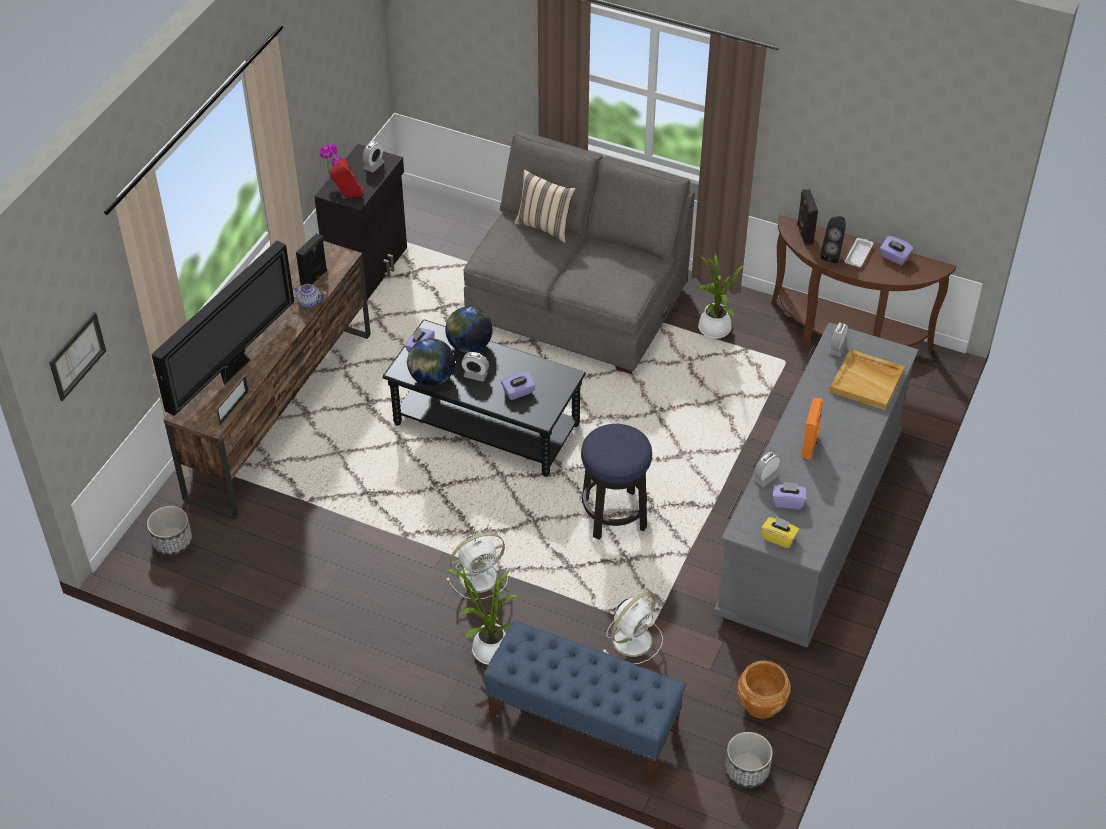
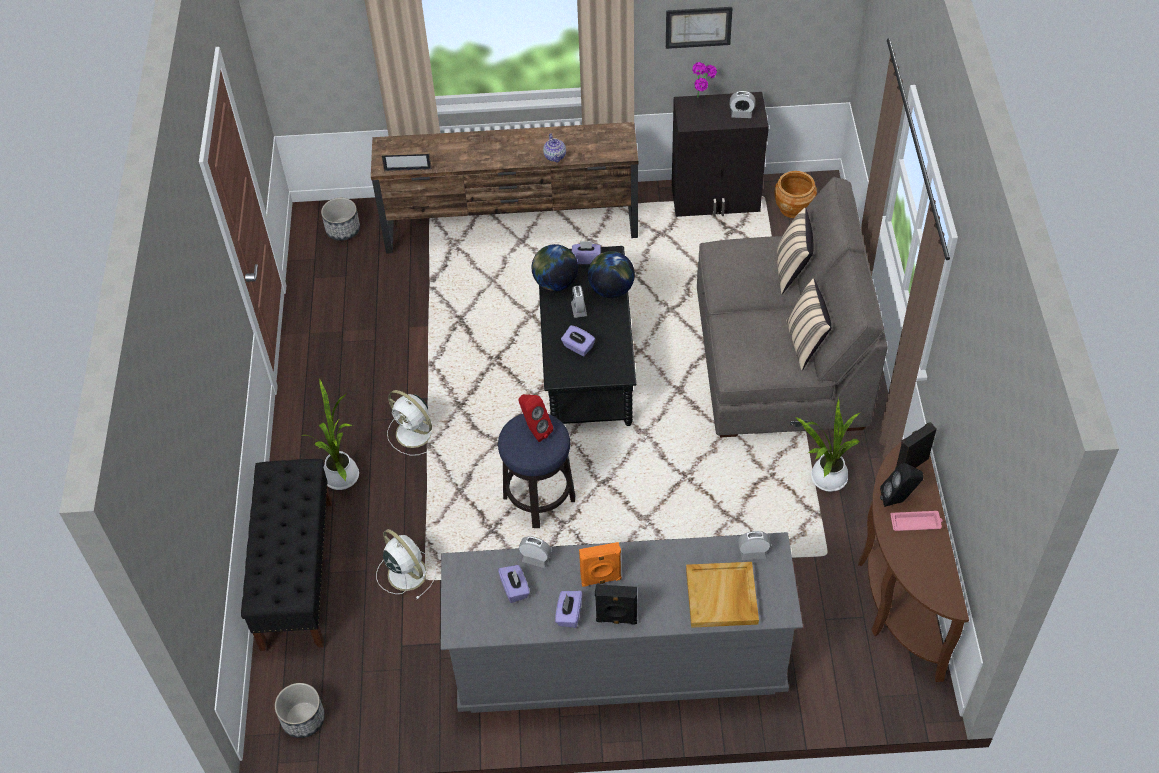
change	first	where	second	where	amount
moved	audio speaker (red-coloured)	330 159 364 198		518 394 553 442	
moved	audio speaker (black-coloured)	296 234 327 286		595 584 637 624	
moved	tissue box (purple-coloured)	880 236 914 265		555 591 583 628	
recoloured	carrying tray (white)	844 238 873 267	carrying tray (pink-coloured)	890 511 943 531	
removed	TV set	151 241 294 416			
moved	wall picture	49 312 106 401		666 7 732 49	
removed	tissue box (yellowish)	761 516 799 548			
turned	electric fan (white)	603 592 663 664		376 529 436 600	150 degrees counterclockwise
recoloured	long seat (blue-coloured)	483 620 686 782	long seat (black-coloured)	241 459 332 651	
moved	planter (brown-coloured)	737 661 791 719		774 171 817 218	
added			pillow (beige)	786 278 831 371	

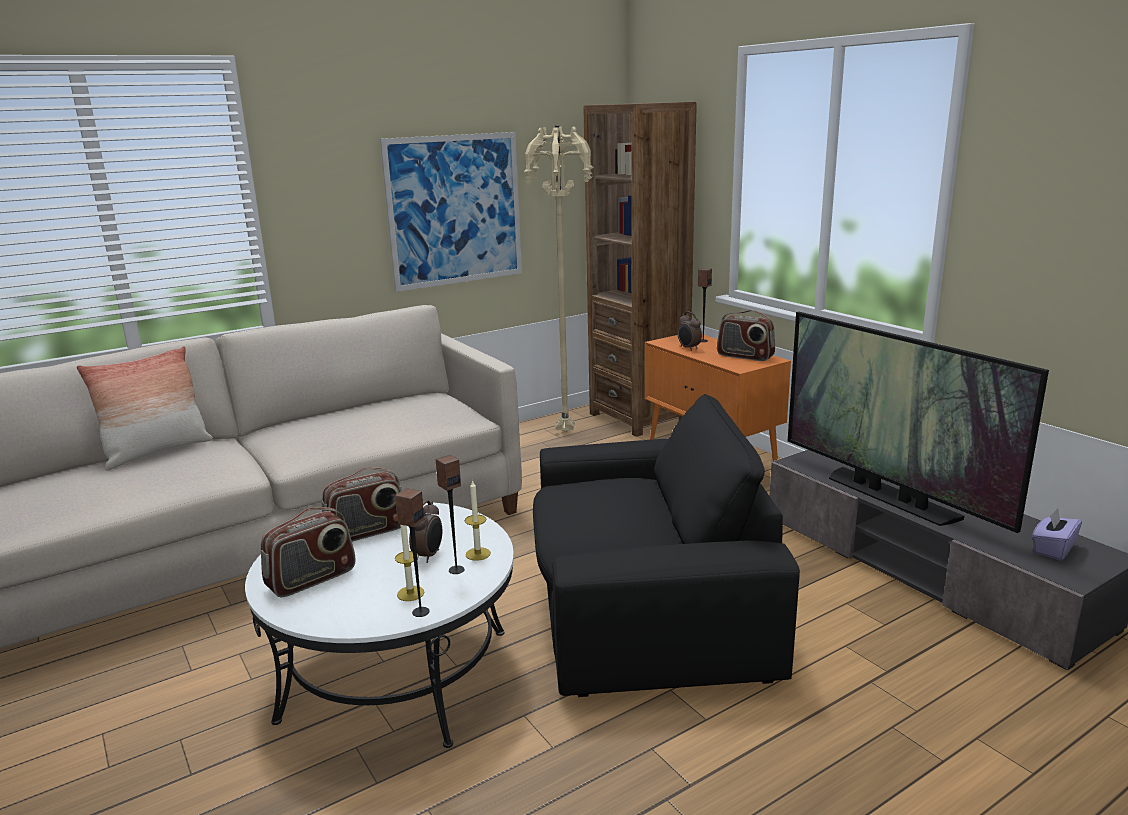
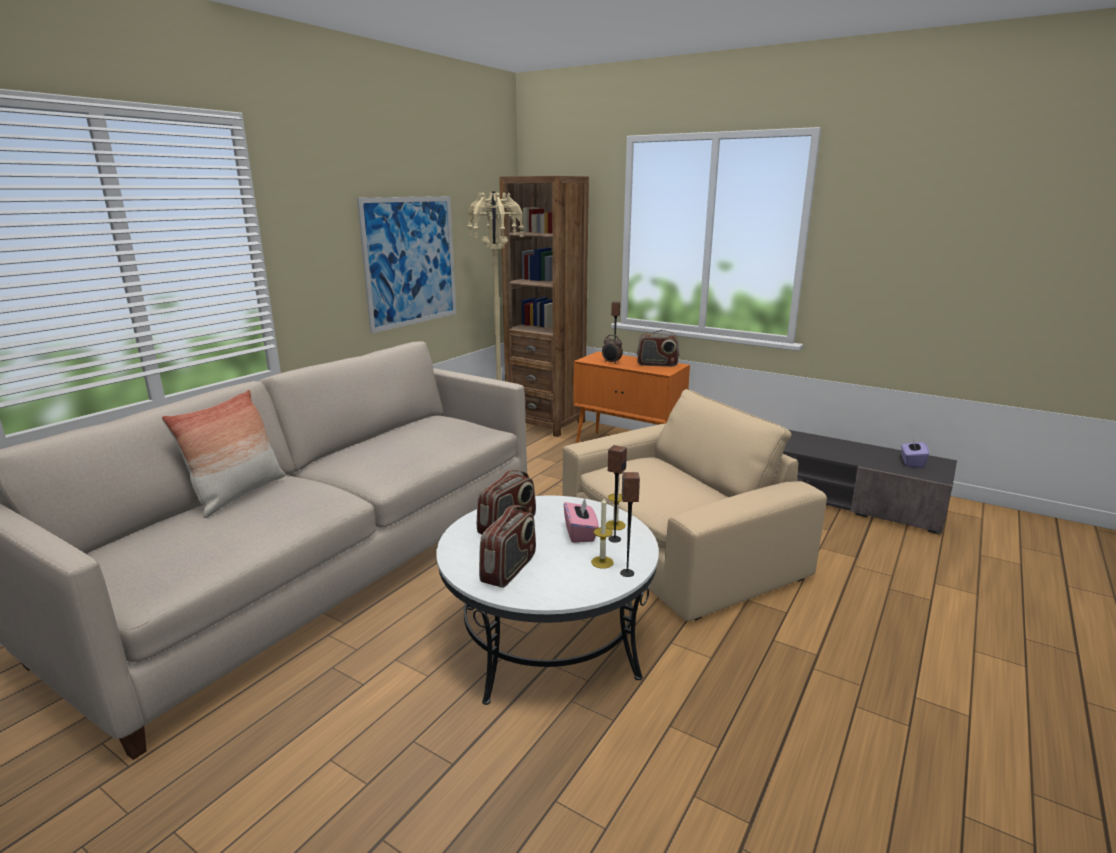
change	first	where	second	where	amount
removed	TV set	788 312 1049 533			
recoloured	easy chair (black-coloured)	533 394 800 697	easy chair (beige)	563 389 827 621	
replaced	alarm clock	409 500 442 563	tissue box (pink-coloured)	564 498 599 543	

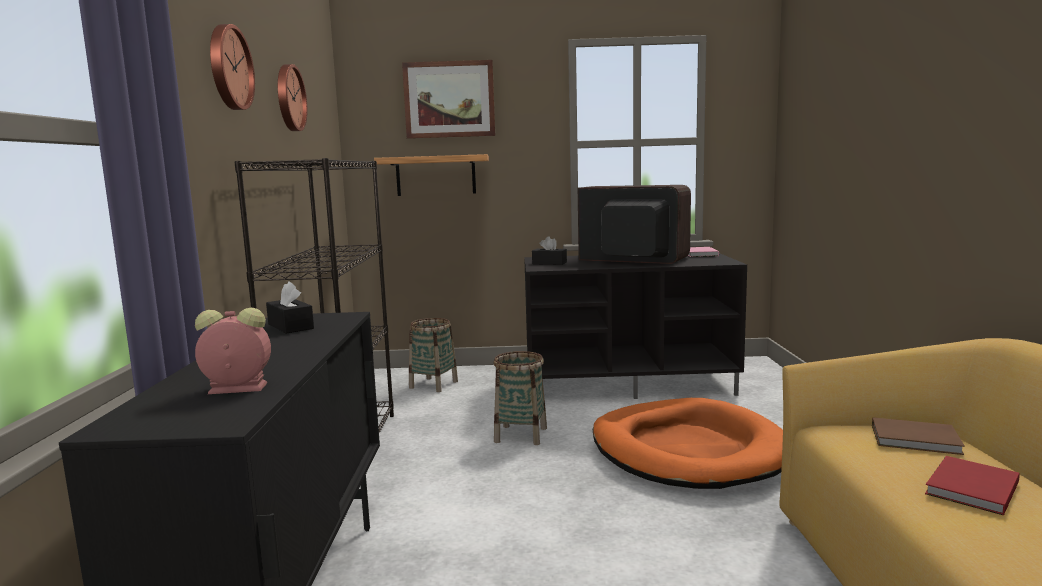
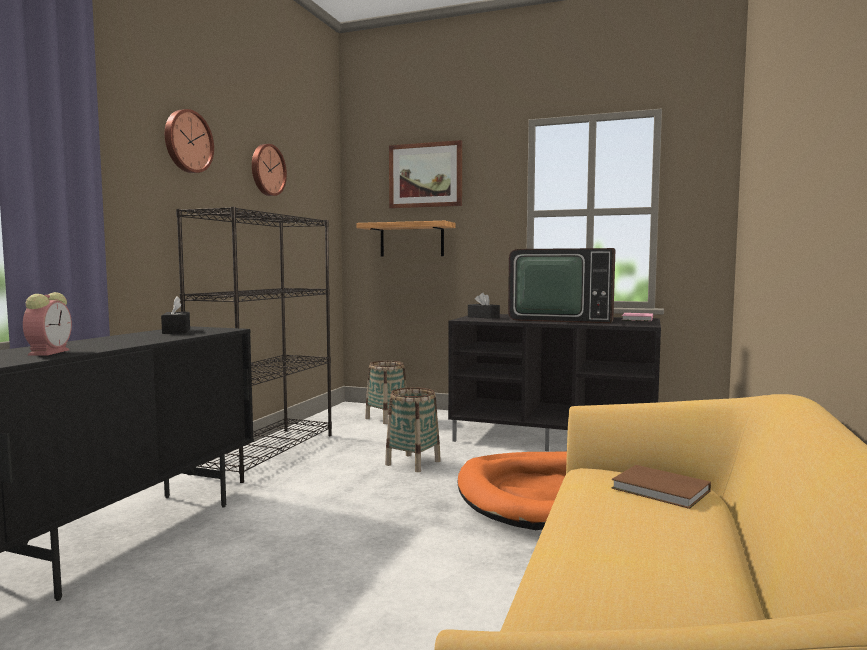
change	first	where	second	where	amount
turned	TV set	578 185 691 264		508 248 615 323	150 degrees clockwise
turned	alarm clock	195 308 271 394		23 292 72 356	75 degrees clockwise
removed	volume (red-coloured)	925 456 1020 515			

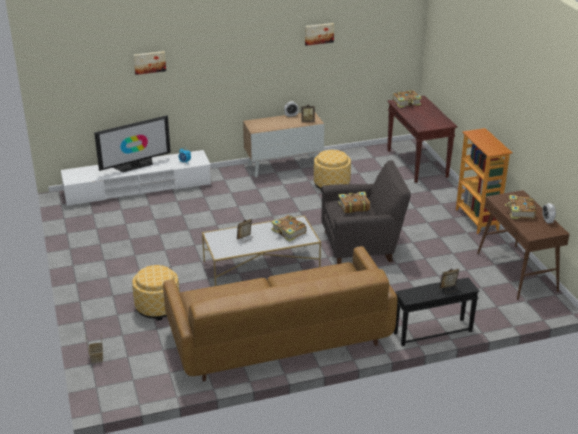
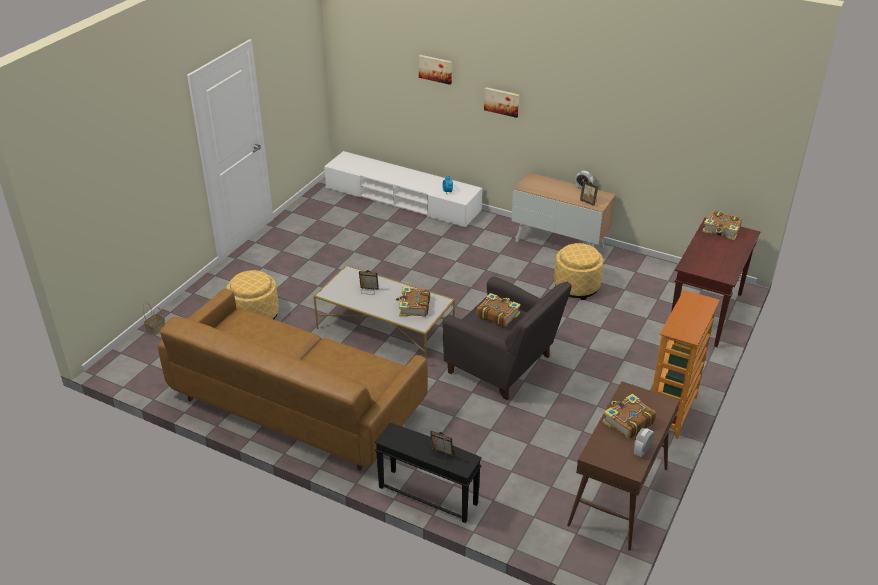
change	first	where	second	where	amount
moved	wall picture	305 23 334 46		484 87 519 118	
removed	TV set	94 115 171 172			

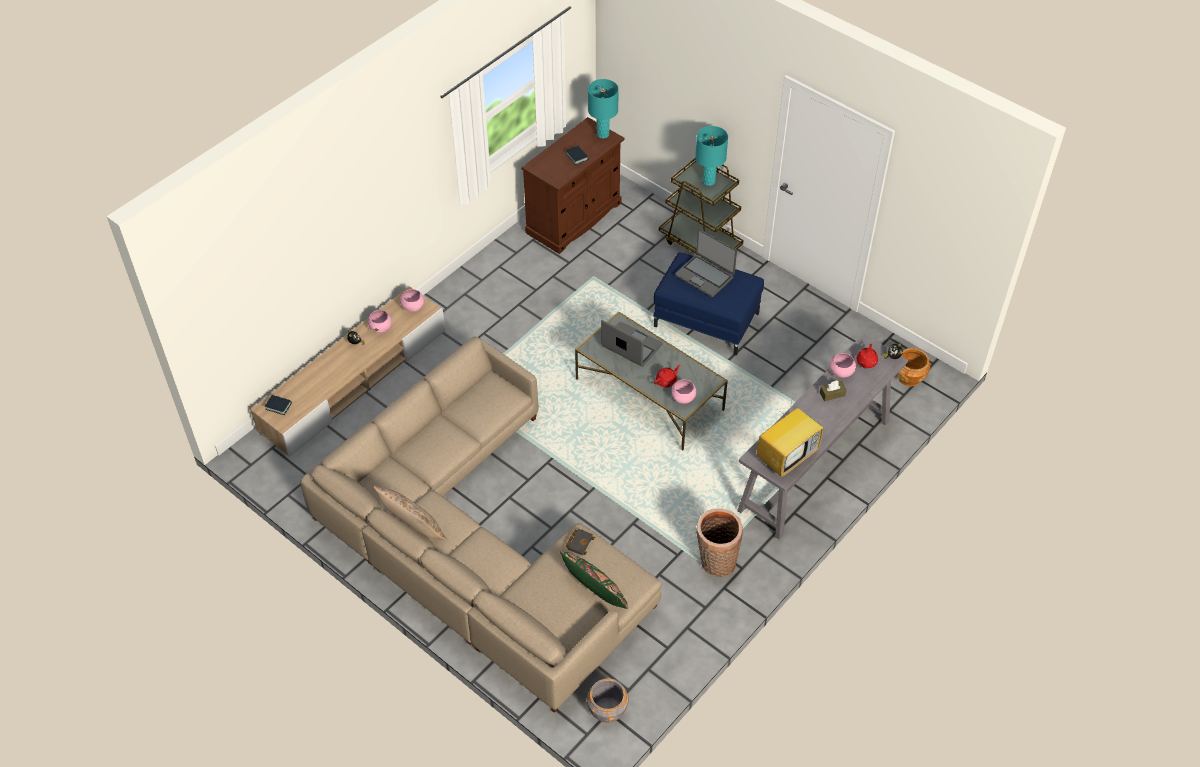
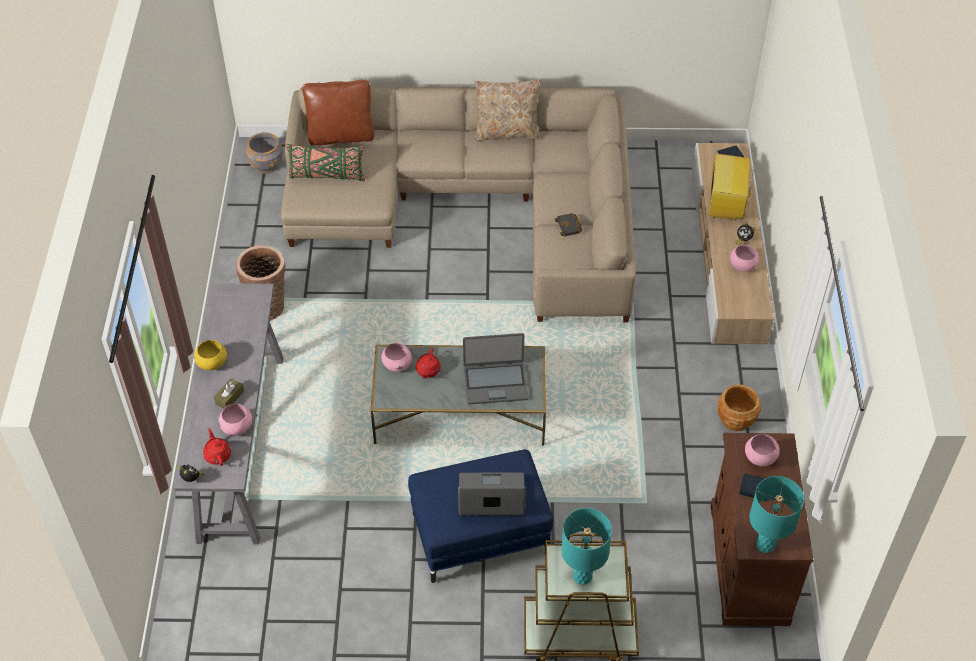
change	first	where	second	where	amount
moved	deep dish (pink-coloured)	400 289 424 312		745 434 780 466	
moved	planter (brown-coloured)	897 348 930 386		718 384 761 431	
moved	TV set	757 395 823 477		709 154 754 220	
moved	volume (black-coloured)	566 529 595 556		554 213 583 237	
added			pillow (brown-coloured)	302 80 374 146	
added			deep dish (yellowish)	194 340 227 370	

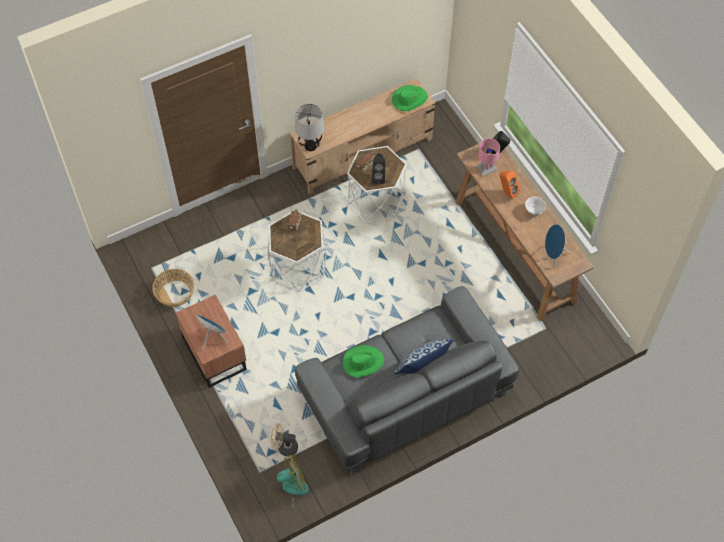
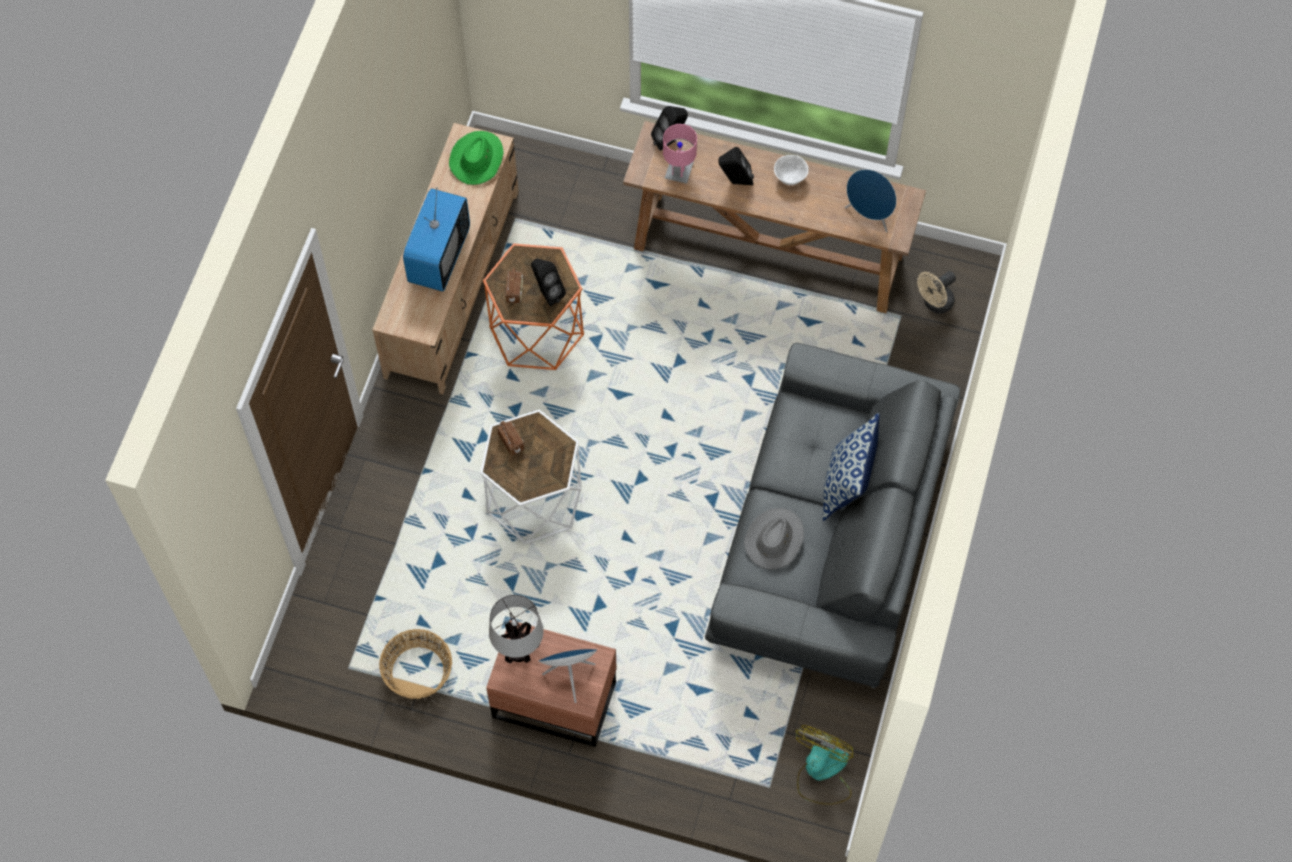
change	first	where	second	where	amount
moved	tabletop lamp	295 104 324 151		489 595 543 663	
recoloured	side table (white)	347 146 407 223	side table (orange-coloured)	483 243 584 370	
recoloured	audio speaker (orange-coloured)	500 171 520 200	audio speaker (black-coloured)	718 147 754 185	
recoloured	clothing hat (green-coloured)	343 345 384 378	clothing hat (greyish)	744 508 804 570	
moved	electric fan (beige)	270 423 298 457		917 271 956 314	
added			TV set	403 187 470 292	

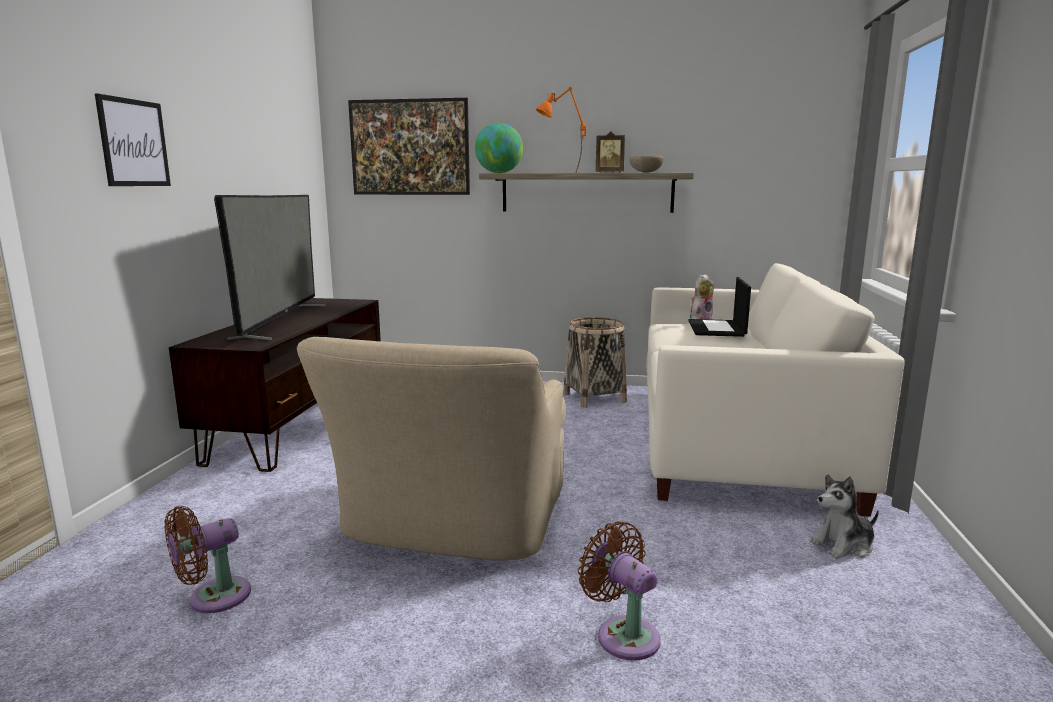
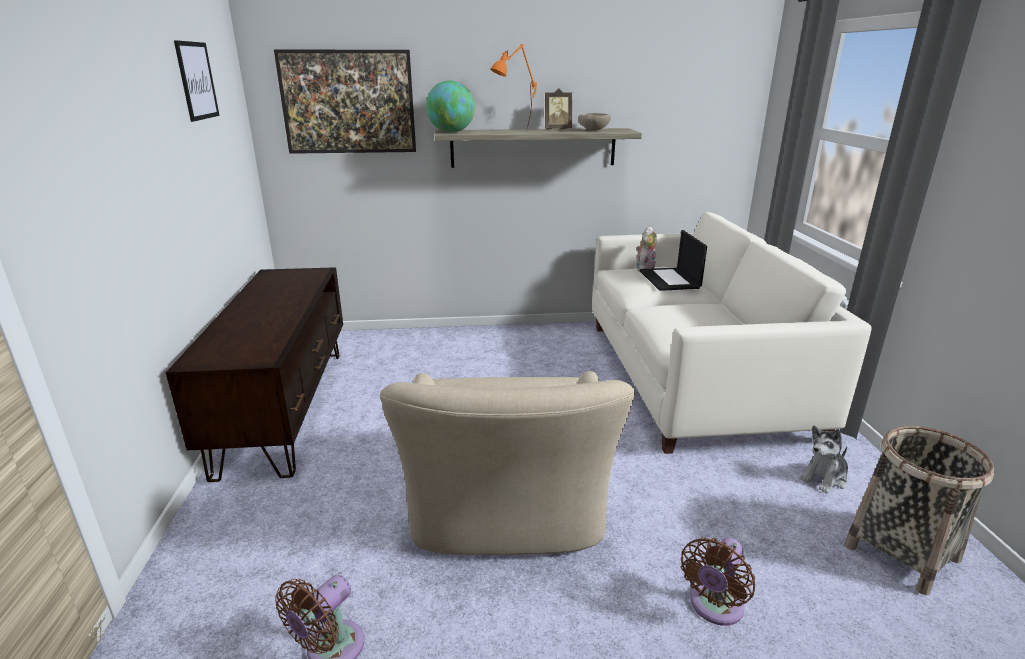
change	first	where	second	where	amount
moved	wall picture	95 93 171 186		174 40 220 122	
removed	TV set	214 195 326 340			
moved	storage basket	563 317 627 408		844 426 994 595	
turned	electric fan (brown-coloured)	578 521 661 660		681 537 755 626	90 degrees counterclockwise

